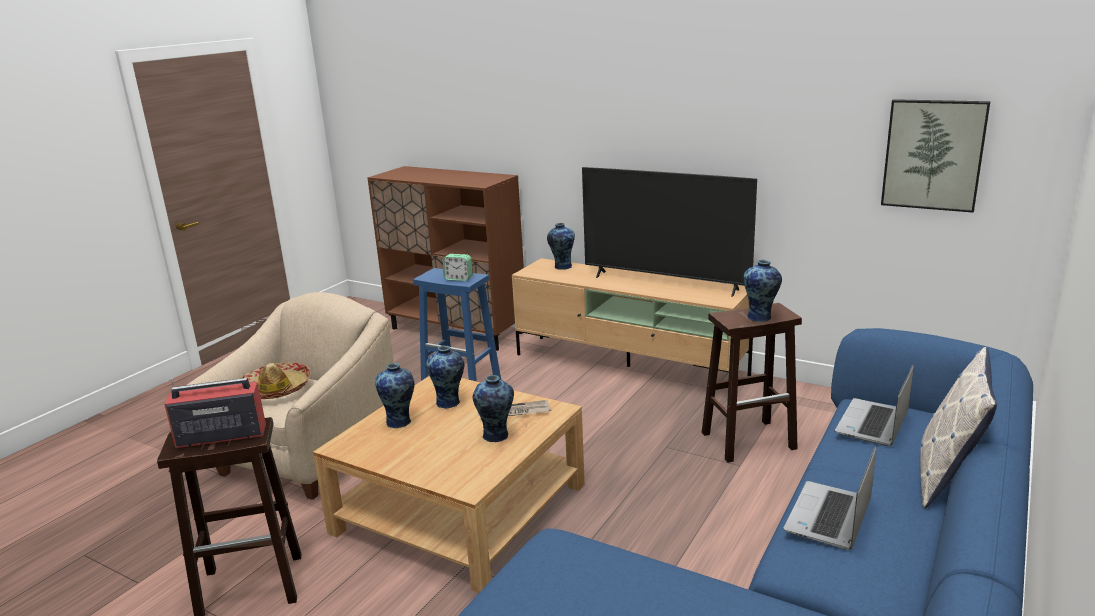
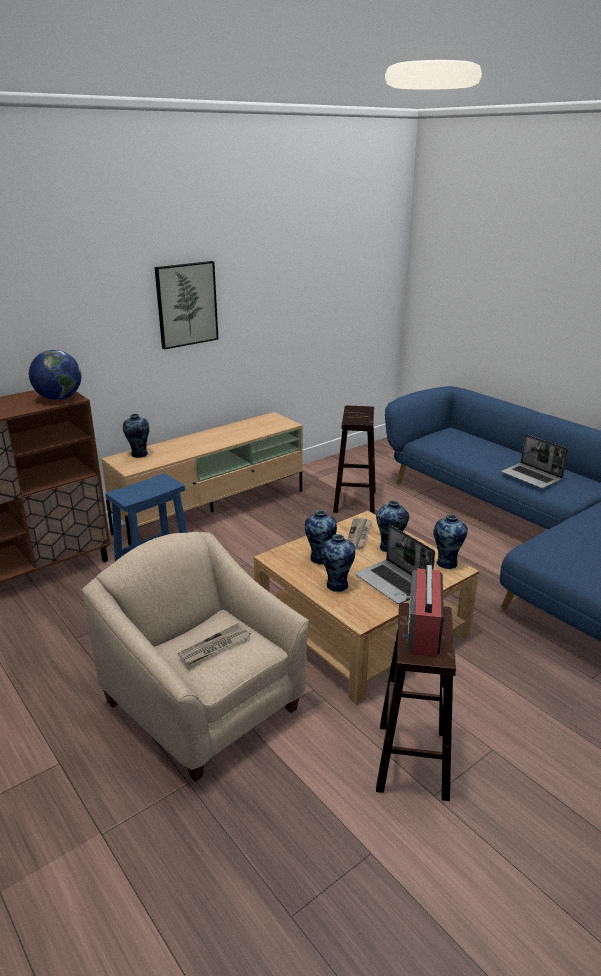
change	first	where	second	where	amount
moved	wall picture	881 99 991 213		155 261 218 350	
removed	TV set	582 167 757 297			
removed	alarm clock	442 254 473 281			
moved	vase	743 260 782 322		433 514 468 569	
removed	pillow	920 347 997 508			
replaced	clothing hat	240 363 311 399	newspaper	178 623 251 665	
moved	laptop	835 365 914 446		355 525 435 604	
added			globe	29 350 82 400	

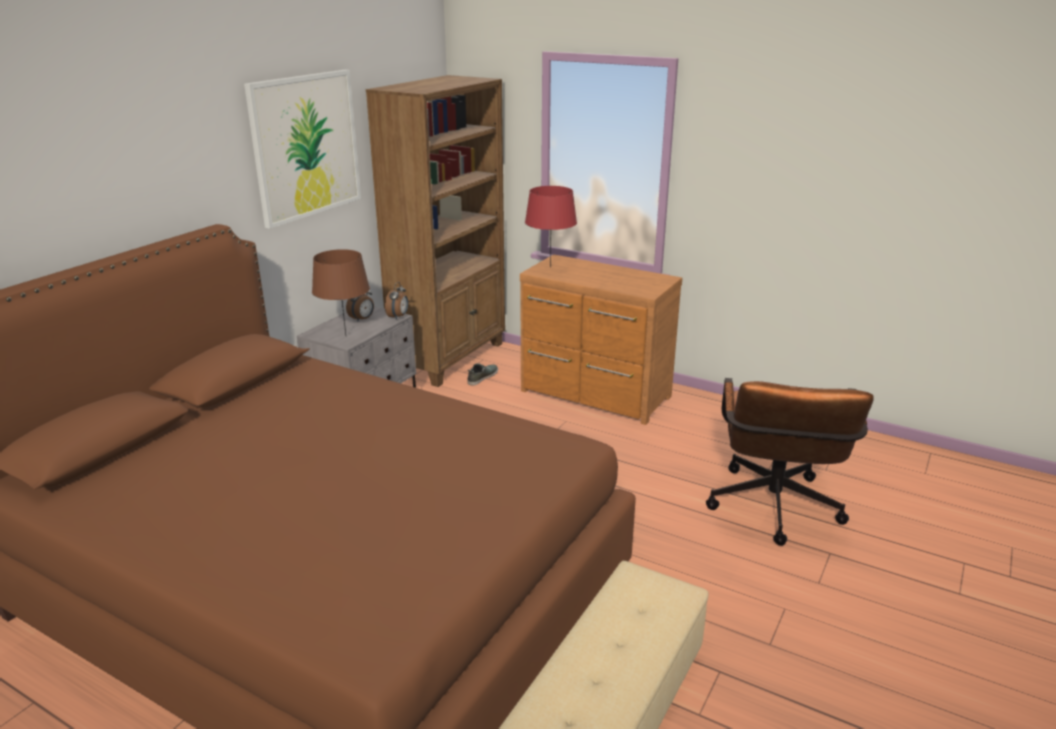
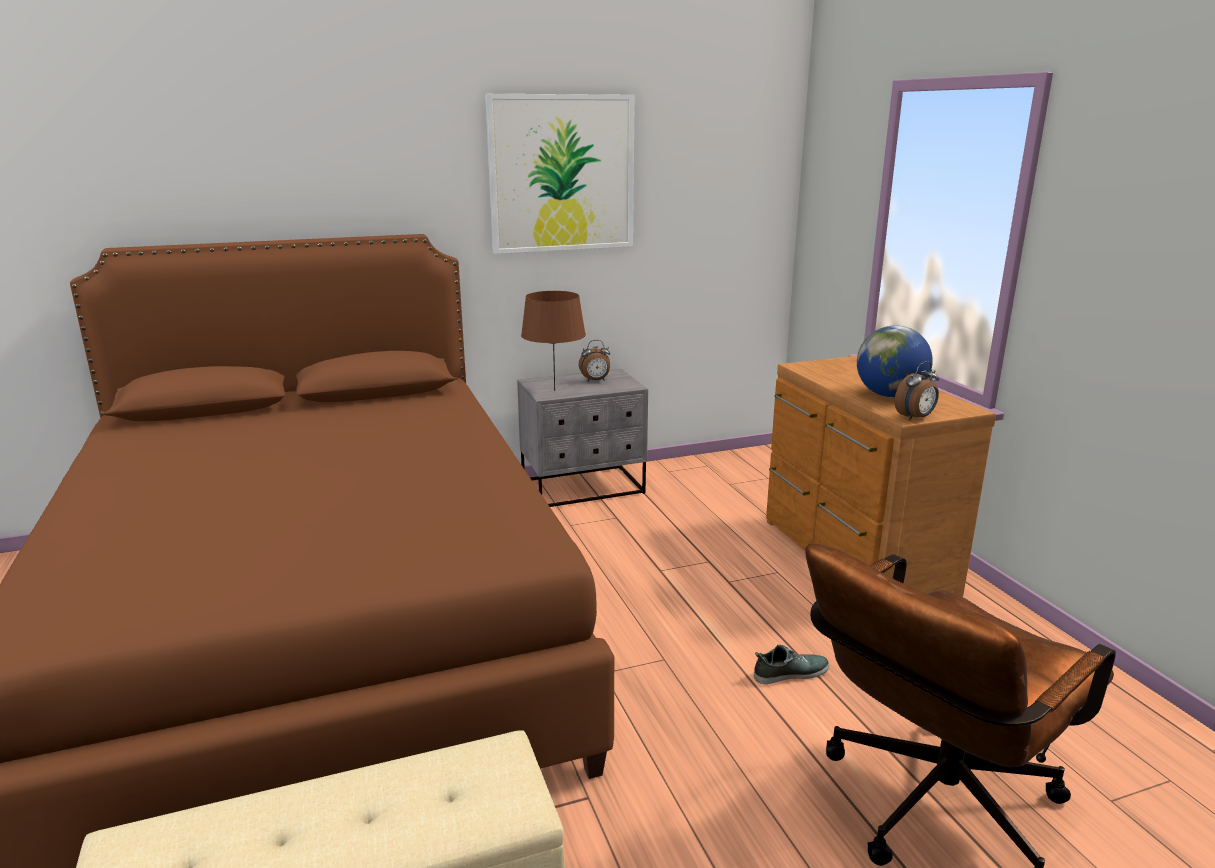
change	first	where	second	where	amount
removed	shelving unit (brown-coloured)	366 75 505 387			
removed	tabletop lamp (red-coloured)	525 186 577 268			
moved	alarm clock	385 282 408 320		895 362 939 421	
moved	shoe	468 363 498 386		754 645 829 684	
added			globe	857 325 933 398	

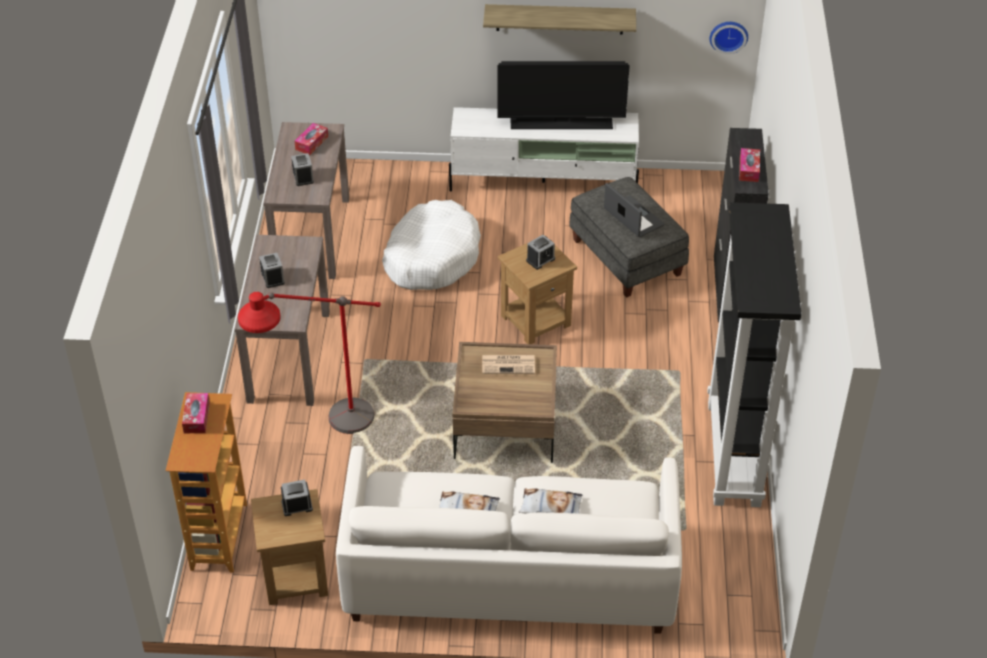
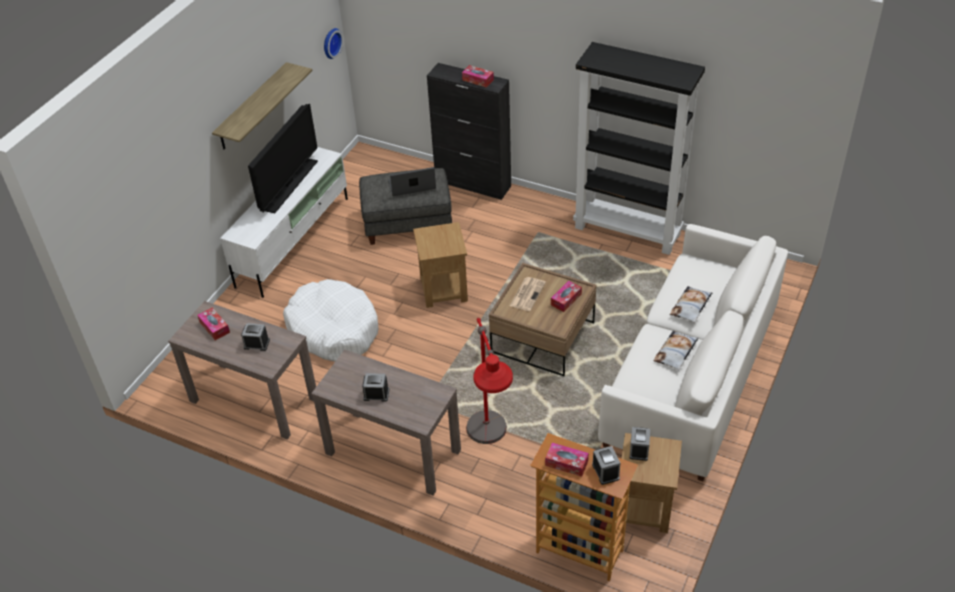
change	first	where	second	where	amount
moved	alarm clock	526 235 555 270		592 446 620 485	
added			tissue box	551 281 582 312	

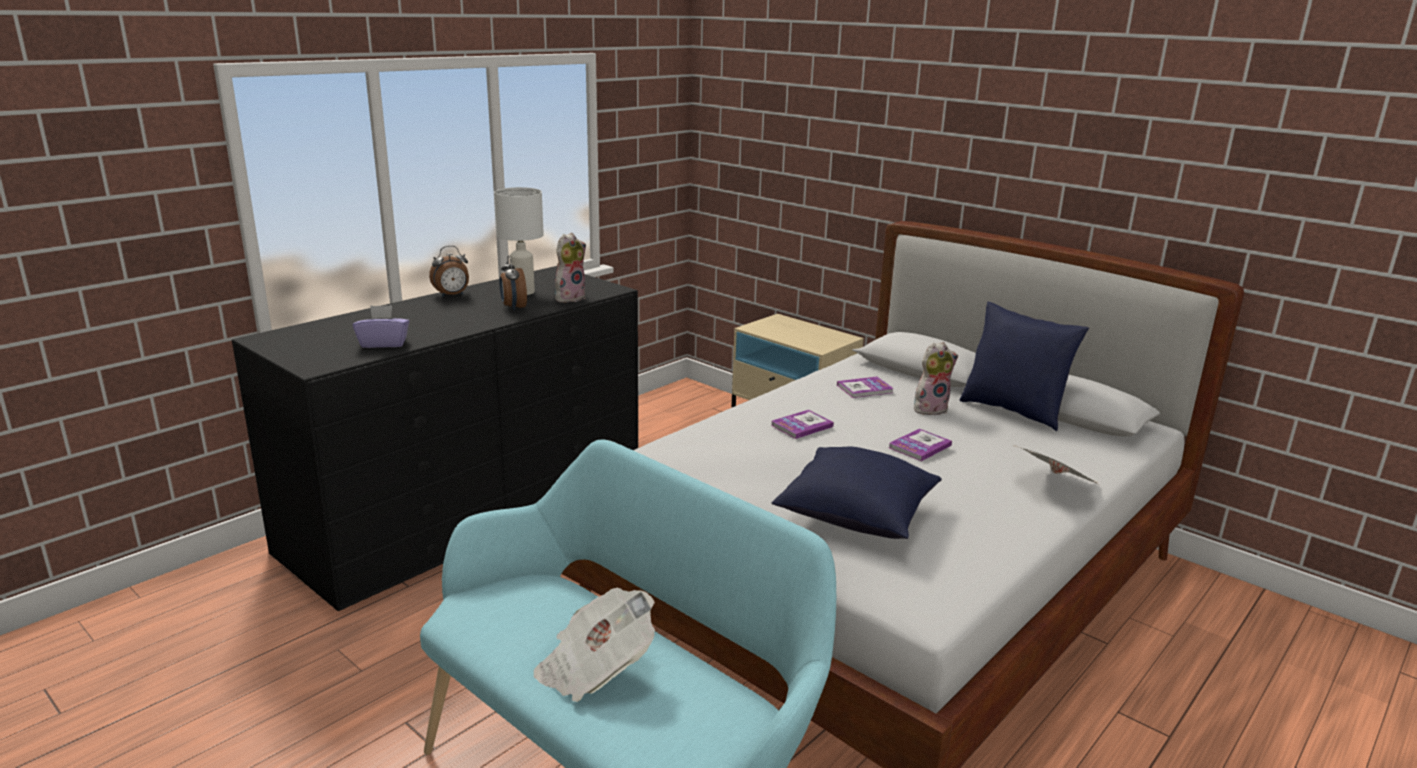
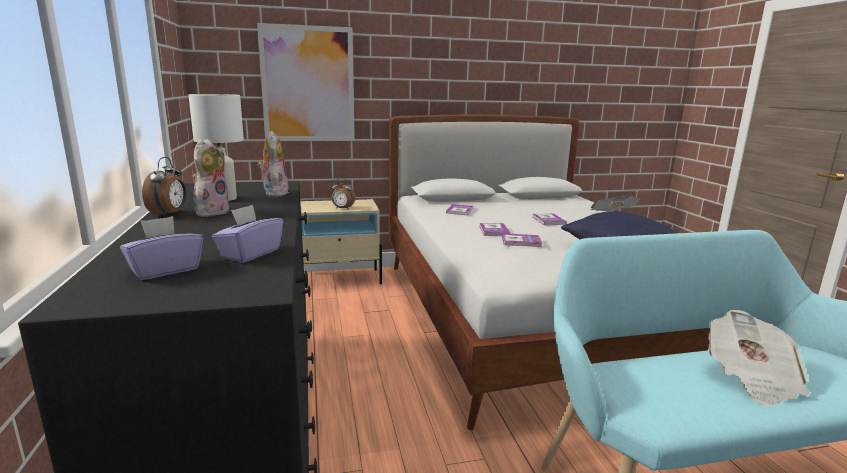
change	first	where	second	where	amount
moved	alarm clock	500 255 527 311		331 178 356 210	
removed	pillow (blue-coloured)	960 302 1089 431			
moved	soft toy	914 342 958 415		192 139 229 217	
added			wall picture	257 23 355 141	
added			tissue box (purple-coloured)	120 216 203 280	
added			volume	502 233 542 247	

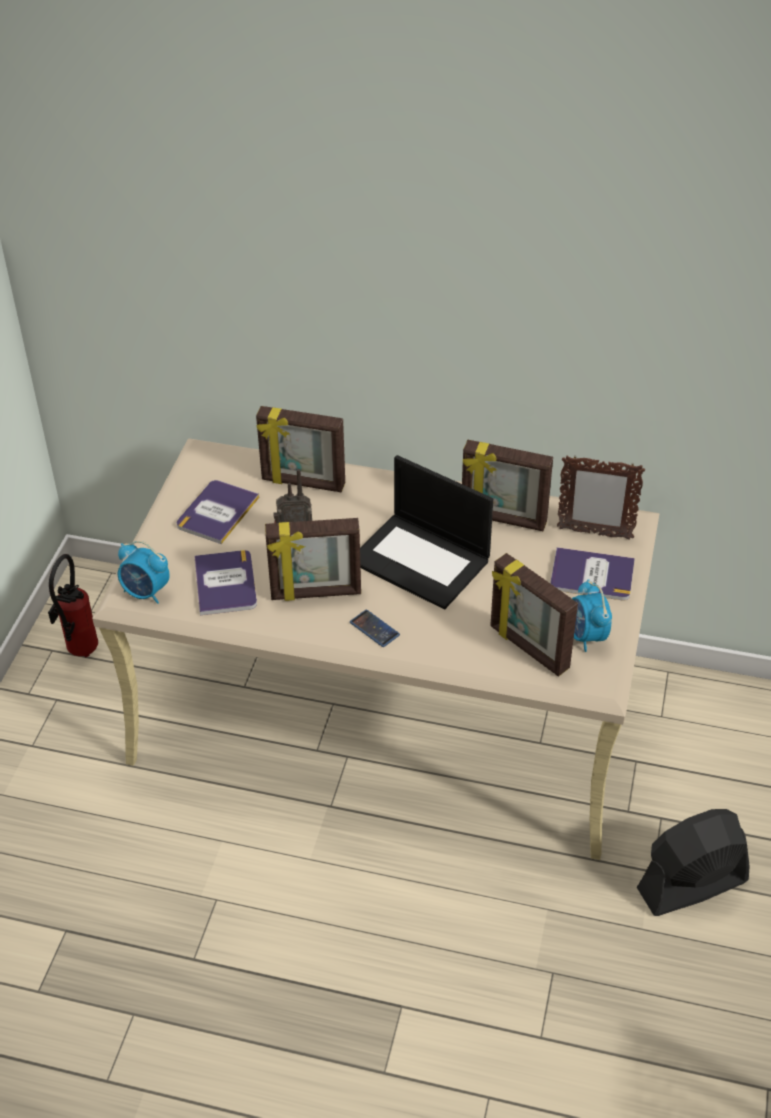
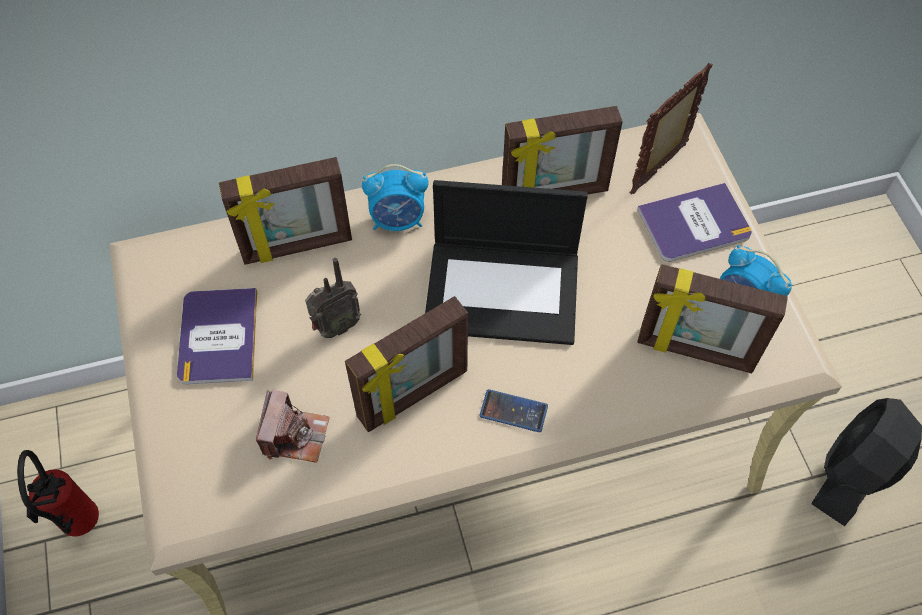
change	first	where	second	where	amount
turned	photo frame	557 455 645 540		630 63 713 194	150 degrees clockwise
moved	alarm clock	118 541 170 604		362 164 428 231	
replaced	volume	194 550 257 616	still camera	256 390 330 463	

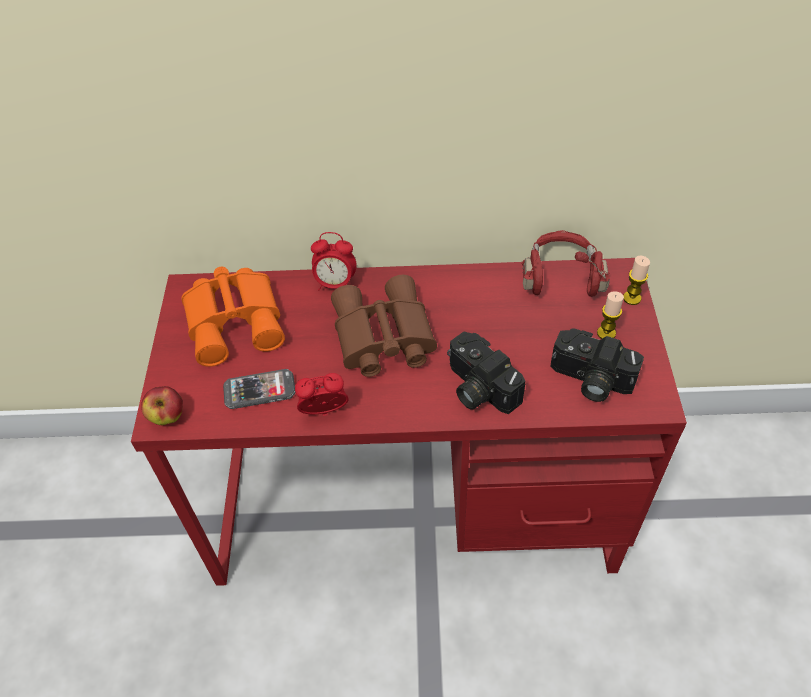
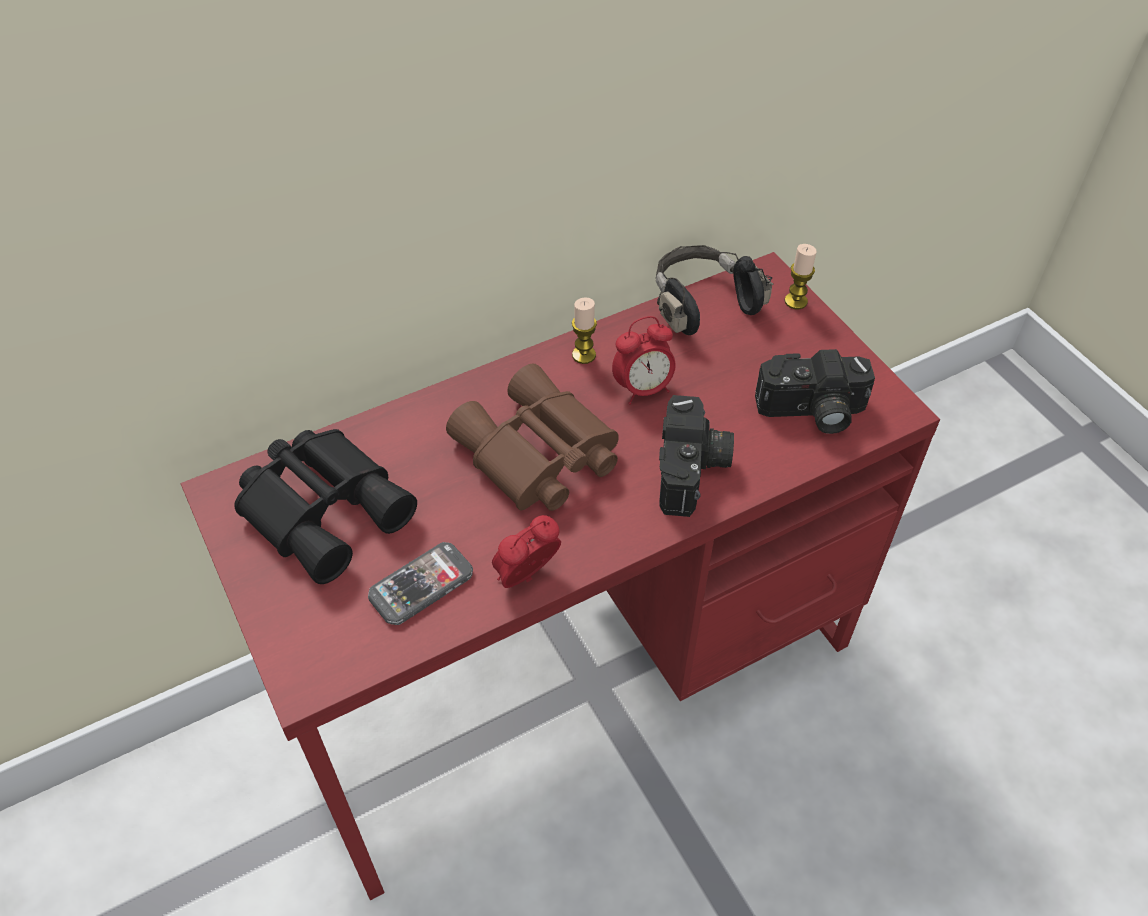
change	first	where	second	where	amount
recoloured	pair of headphones (red-coloured)	522 230 610 297	pair of headphones (black-coloured)	656 245 774 335	
moved	alarm clock	311 232 357 290		612 316 676 405	
recoloured	pair of binoculars (orange-coloured)	181 267 285 367	pair of binoculars (black-coloured)	234 429 417 584	
moved	wax candle	597 291 624 339		572 297 597 364	
turned	still camera	447 332 525 414		659 395 734 517	105 degrees counterclockwise
removed	whole apple	141 386 183 425			

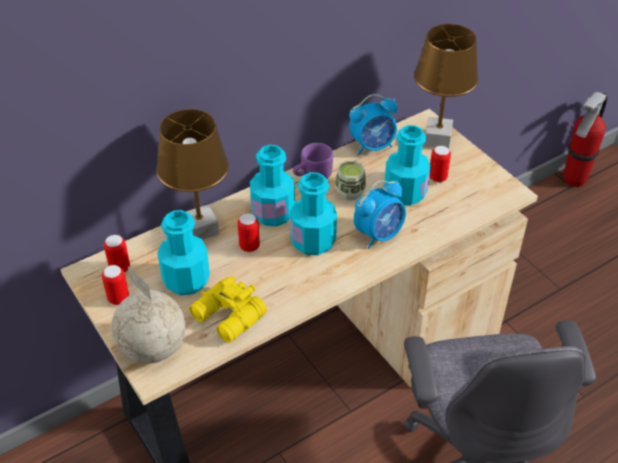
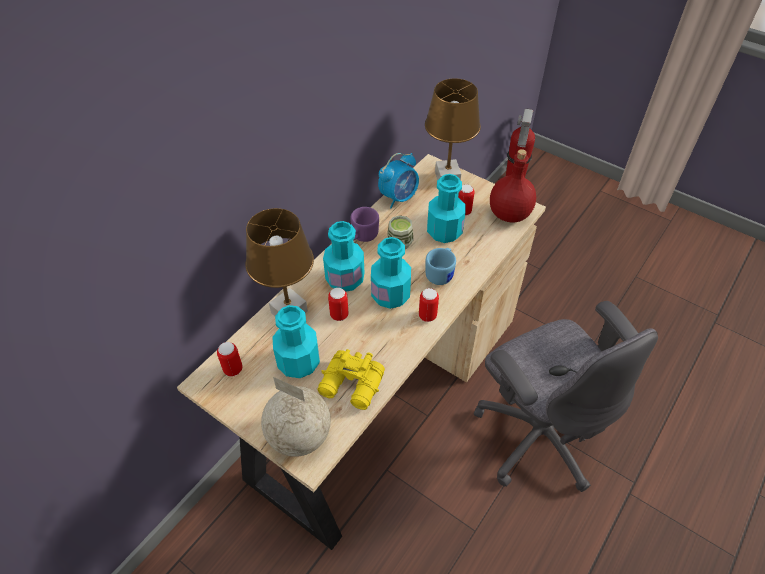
change	first	where	second	where	amount
replaced	alarm clock	354 180 406 249	coffee mug (blue-coloured)	425 248 456 285	
moved	metal can	102 265 129 305		419 288 439 322	
added			drink bottle (red-coloured)	490 149 536 222	

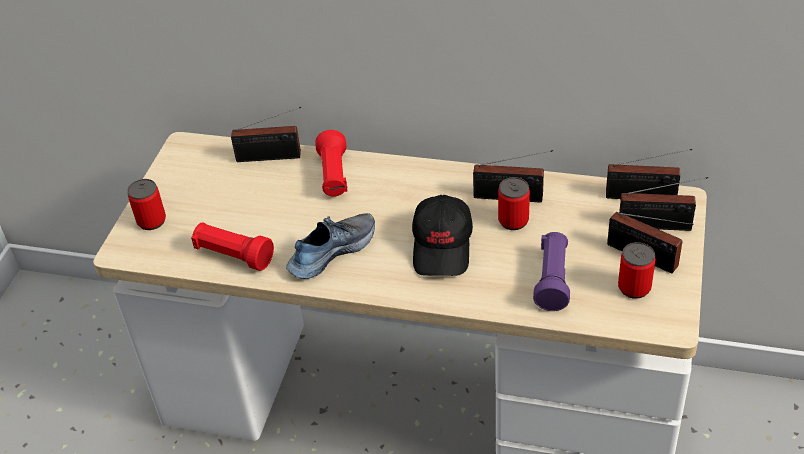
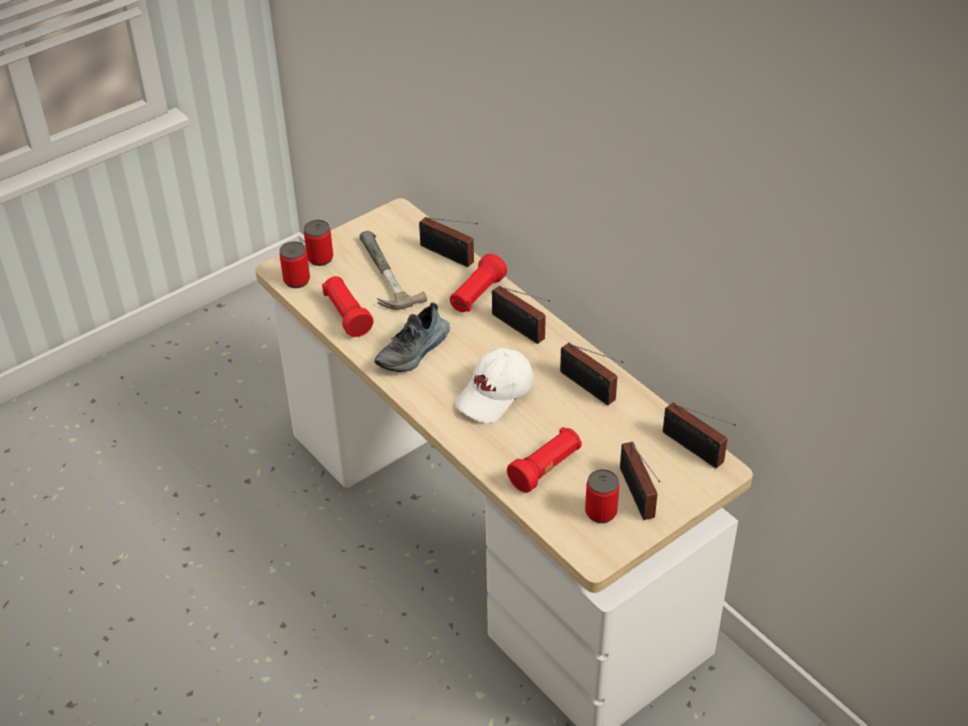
change	first	where	second	where	amount
moved	metal can	498 177 530 230		279 241 310 288	
moved	radio receiver	619 177 708 231		492 286 550 344	
recoloured	cap (black-coloured)	412 195 473 276	cap (white)	455 347 534 423	
turned	shoe	286 213 375 279		374 302 450 372	135 degrees clockwise
recoloured	torch (purple-coloured)	533 232 570 311	torch (red-coloured)	507 427 582 493	
added			tool hammer	360 231 427 310	

